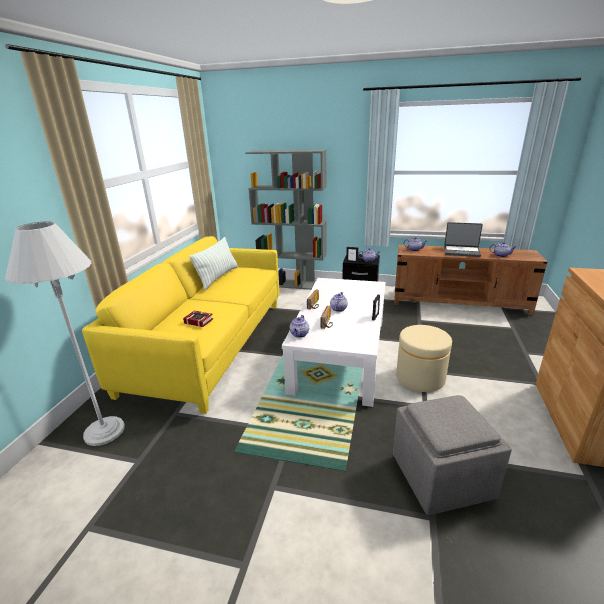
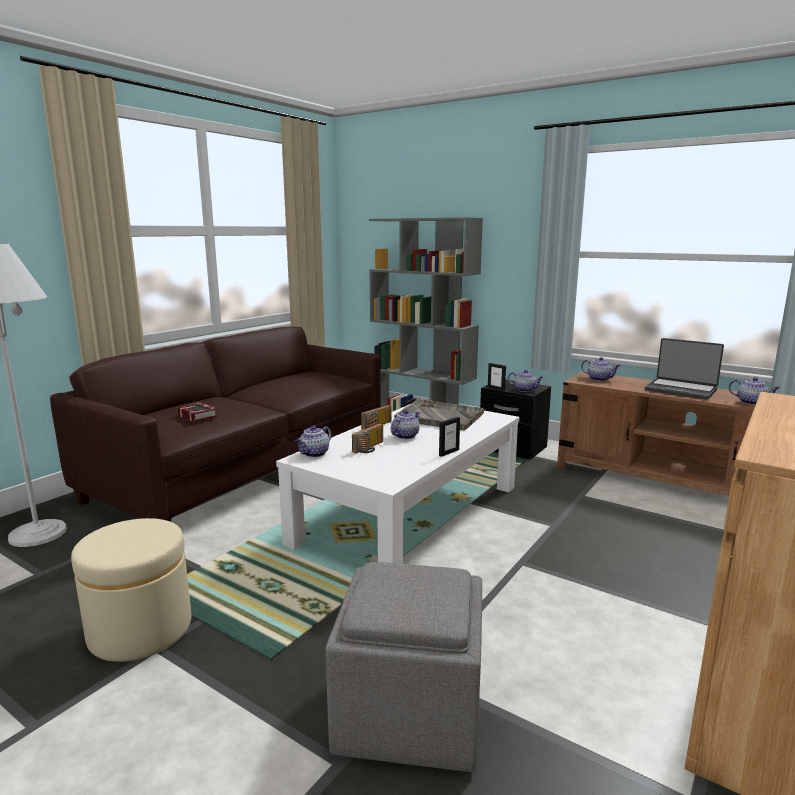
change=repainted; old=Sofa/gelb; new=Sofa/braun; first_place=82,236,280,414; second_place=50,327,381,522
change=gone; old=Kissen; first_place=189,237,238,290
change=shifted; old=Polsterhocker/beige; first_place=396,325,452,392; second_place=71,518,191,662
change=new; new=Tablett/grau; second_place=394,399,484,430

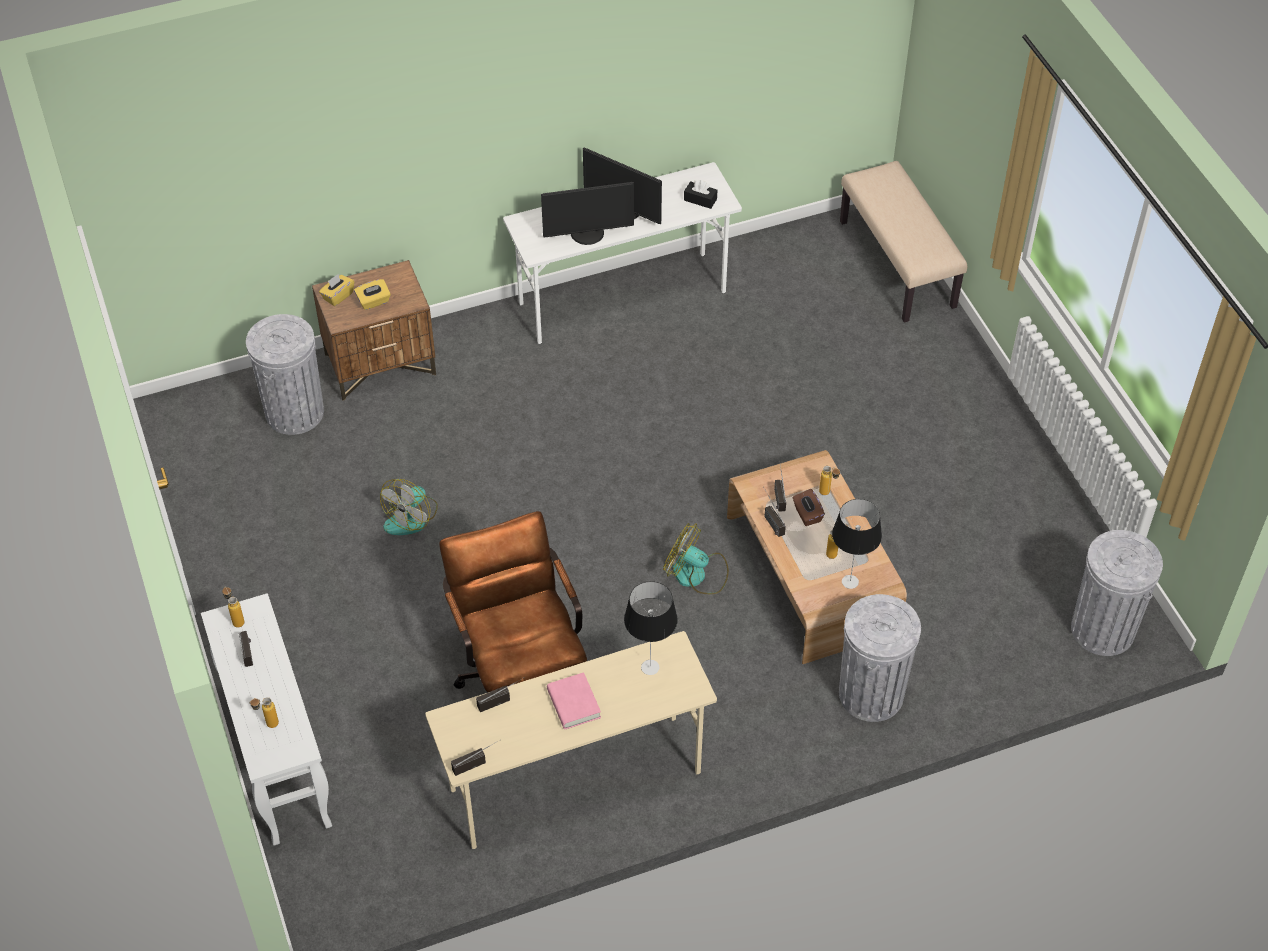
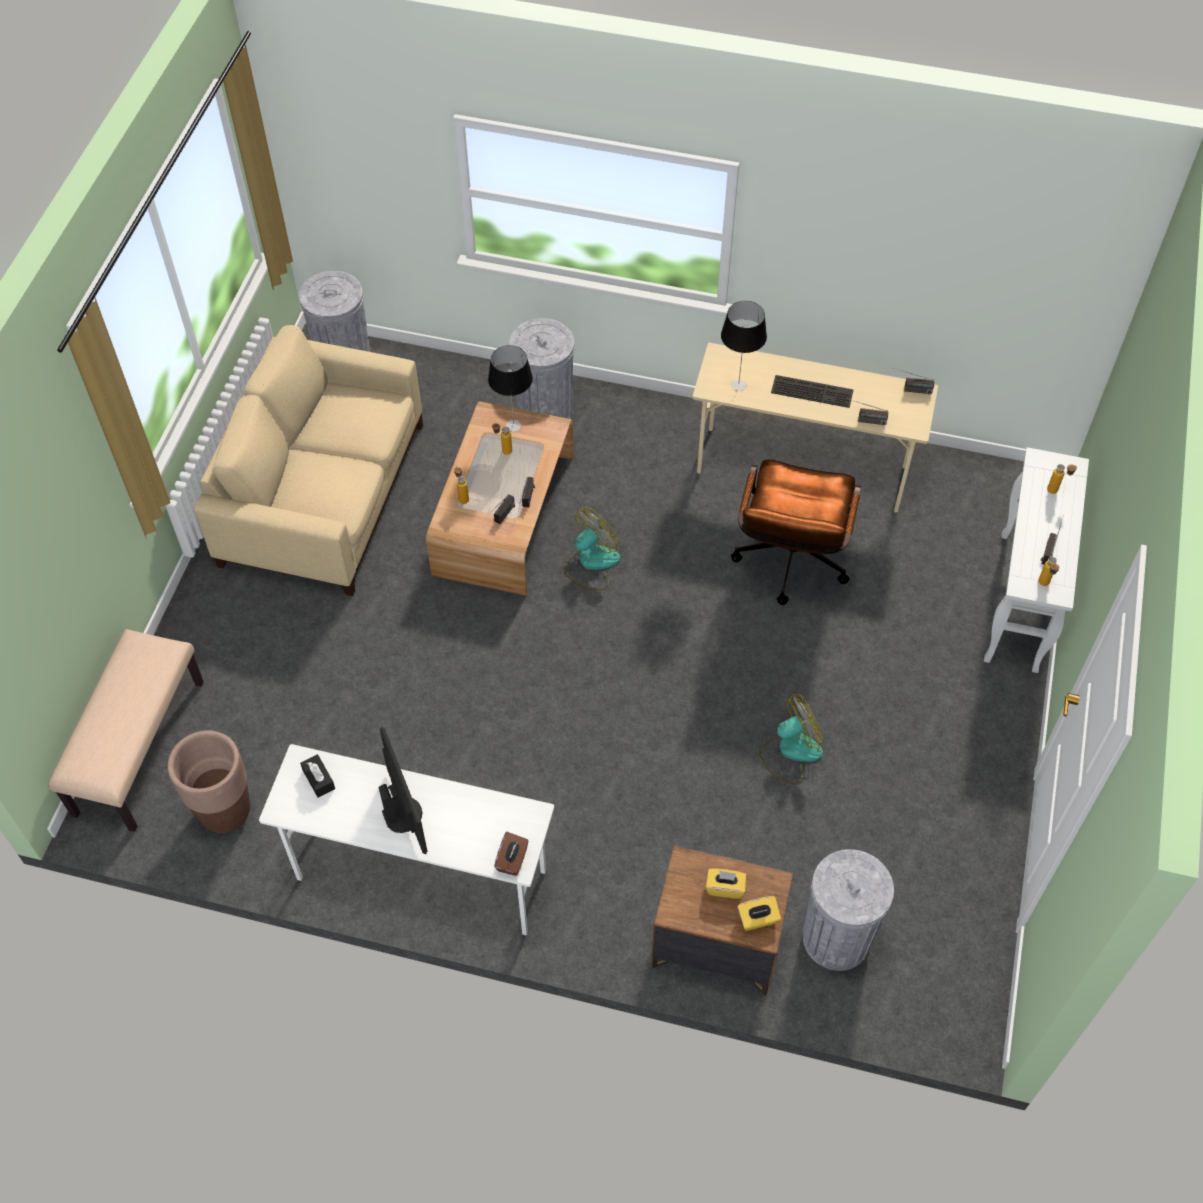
change=gone; old=Monitor; first_place=541,182,634,245
change=shifted; old=Taschentuchbox/braun; first_place=793,489,825,526; second_place=494,832,529,876
change=rotated; old=Ventilator; first_place=663,523,729,594; second_place=564,507,620,590; degrees=-105
change=swapped; old=Buch/rosa; new=Tastatur; first_place=547,672,601,729; second_place=771,375,853,408
change=new; new=Sofa/beige; second_place=194,325,423,596
change=new; new=Pflanzkübel/braun; second_place=168,730,250,833

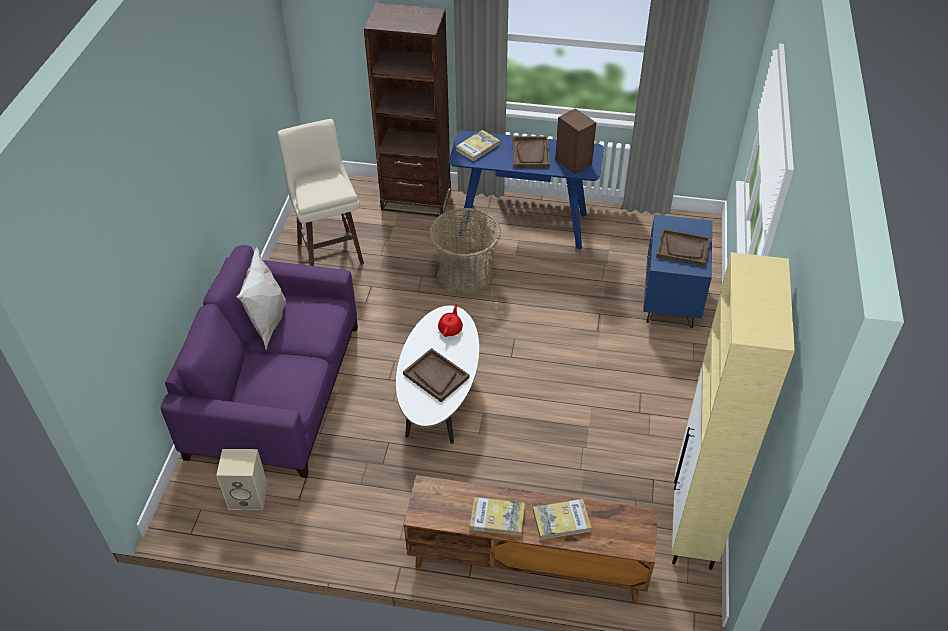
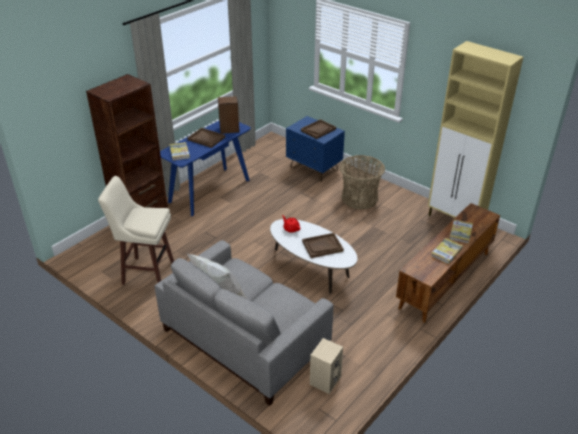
change=shifted; old=Korb; first_place=429,208,501,295; second_place=339,155,385,209
change=repainted; old=Sofa/lila; new=Sofa/grau; first_place=160,245,358,478; second_place=155,240,333,406

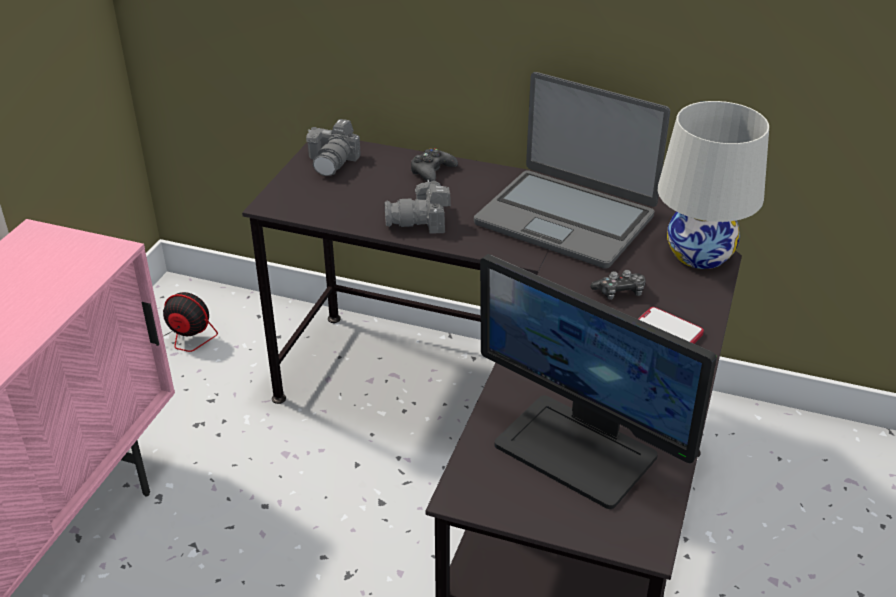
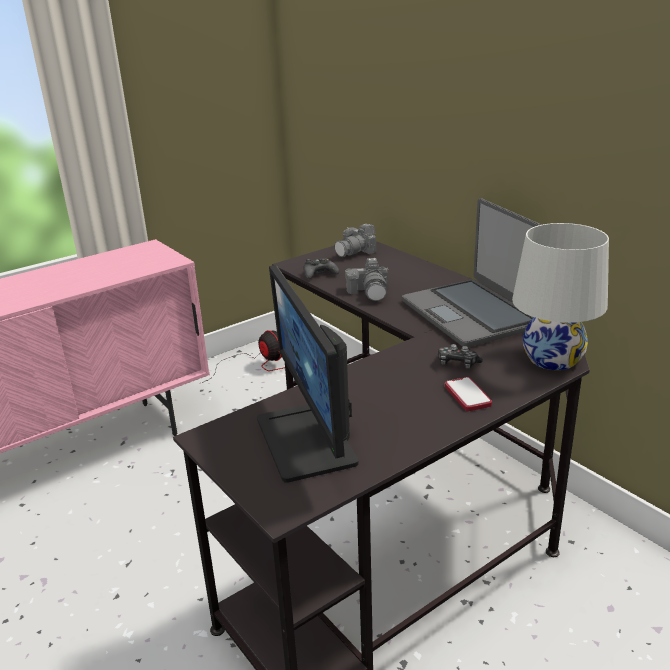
change=shifted; old=Gamepad/schwarz; first_place=411,148,458,182; second_place=303,258,339,279
change=rotated; old=Kamera; first_place=385,180,451,234; second_place=345,258,388,301; degrees=-120

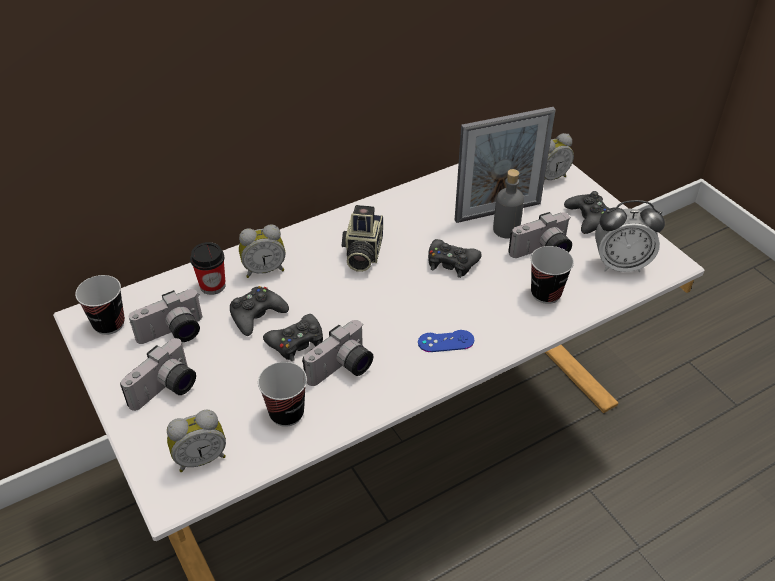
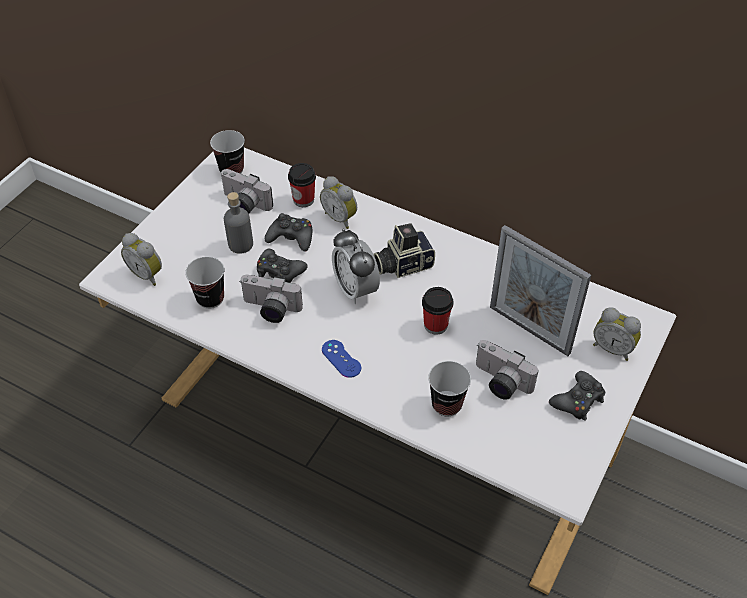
change=shifted; old=Flasche/grau; first_place=493,169,524,238; second_place=224,192,253,254
change=shifted; old=Wecker; first_place=595,200,665,272; second_place=332,229,380,304
change=swapped; old=Gamepad/schwarz; new=Tasse; first_place=428,239,482,278; second_place=422,287,454,335
change=gone; old=Kamera; first_place=120,338,196,411

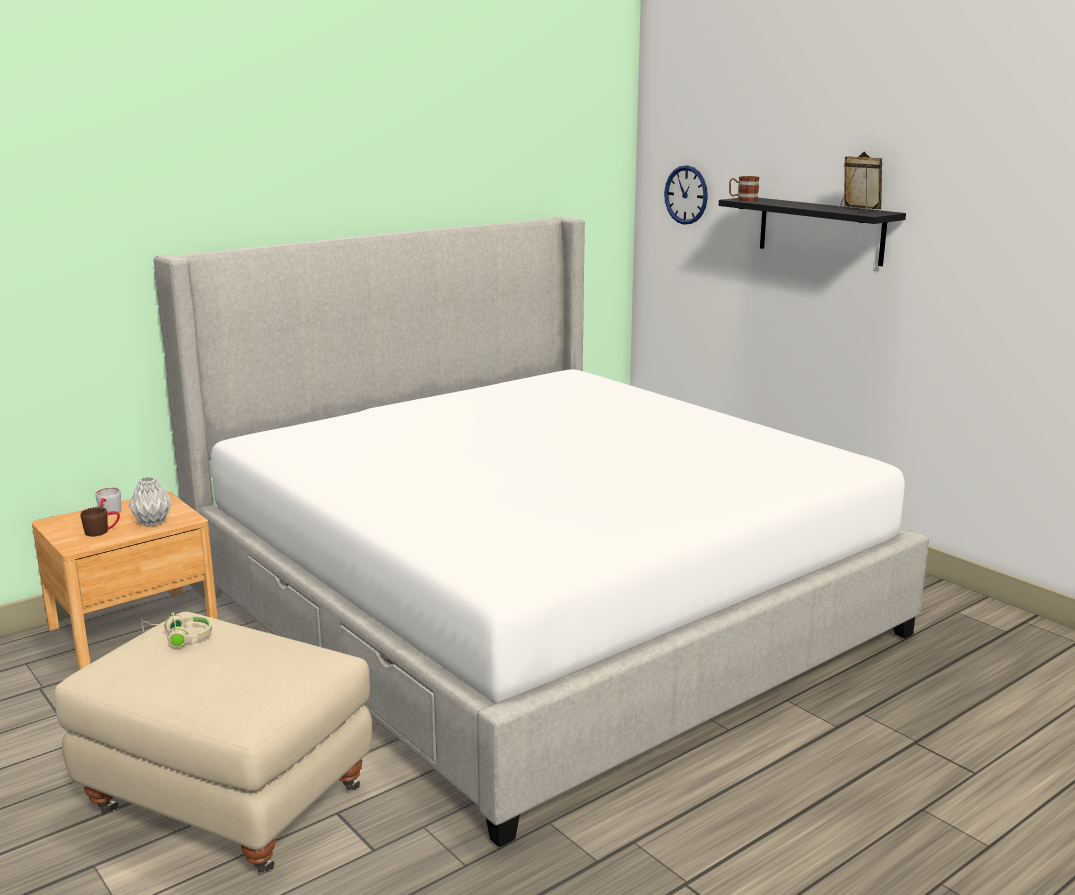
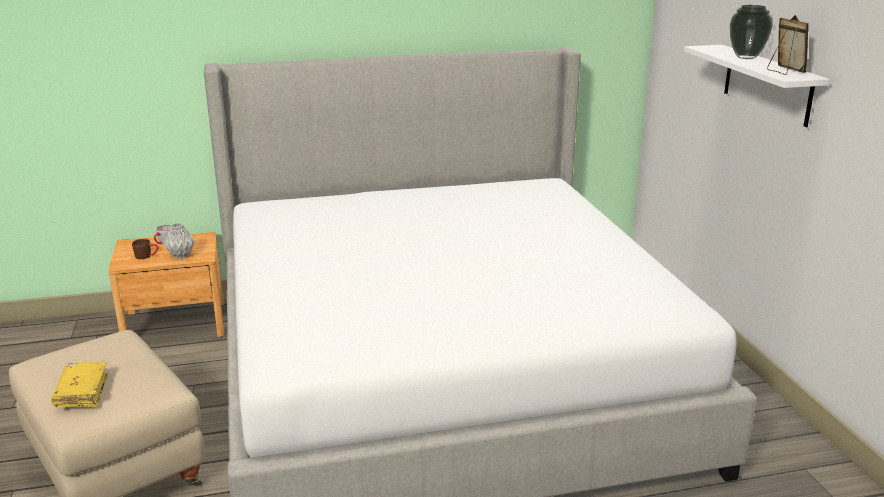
change=gone; old=Wanduhr; first_place=664,165,708,225
change=gone; old=Henkelbecher; first_place=729,176,759,201
change=repainted; old=Wandregal/schwarz; new=Wandregal/weiß; first_place=719,198,906,266; second_place=684,45,830,127
change=gone; old=Kopfhörer/beige; first_place=141,613,212,647
change=new; new=Vase; second_place=730,5,773,59
change=new; new=Buch/gelb; second_place=51,362,108,407

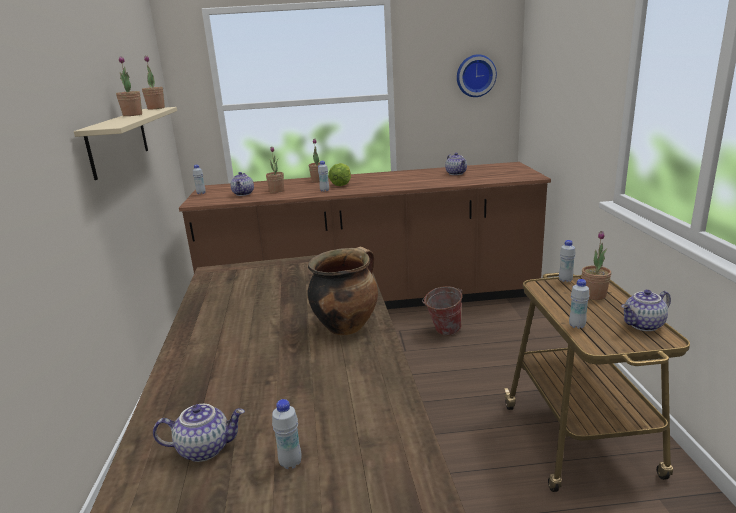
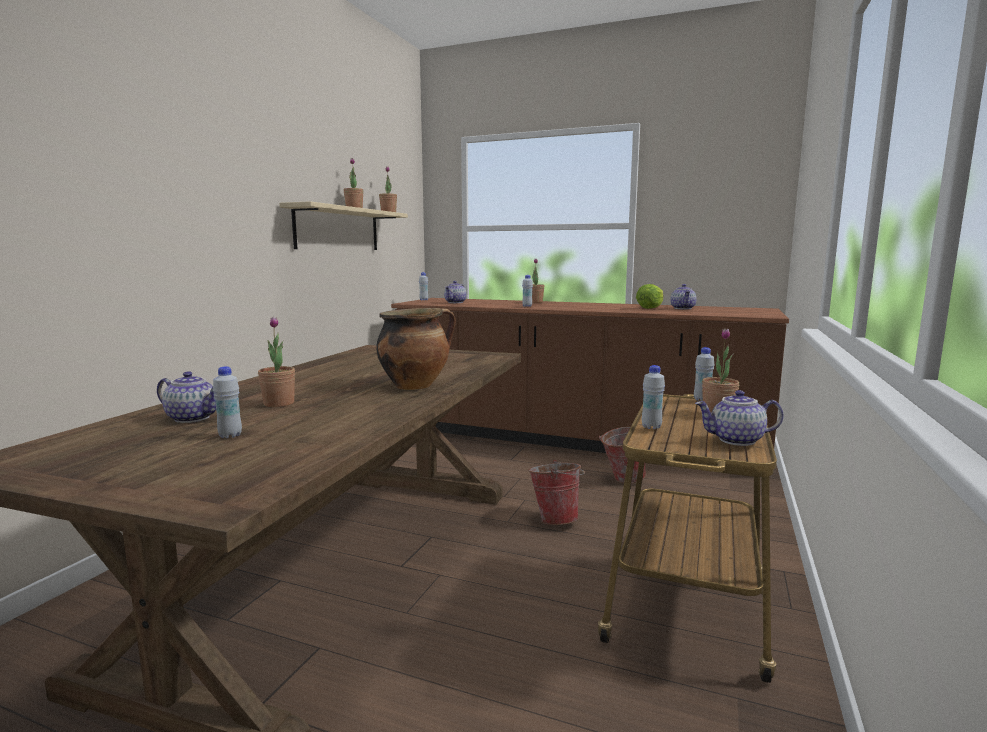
change=gone; old=Wanduhr; first_place=457,54,497,97
change=shifted; old=Topfpflanze; first_place=266,146,284,193; second_place=258,317,295,407
change=shifted; old=Salatkopf; first_place=328,163,351,186; second_place=636,284,664,309
change=new; new=Eimer; second_place=528,460,585,525

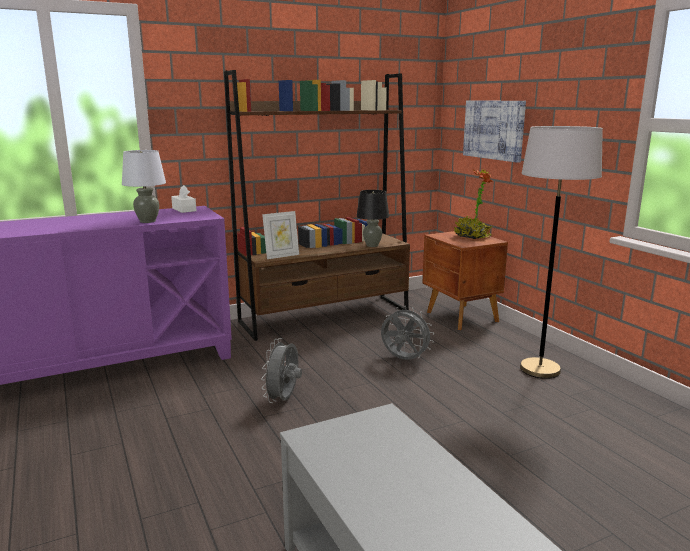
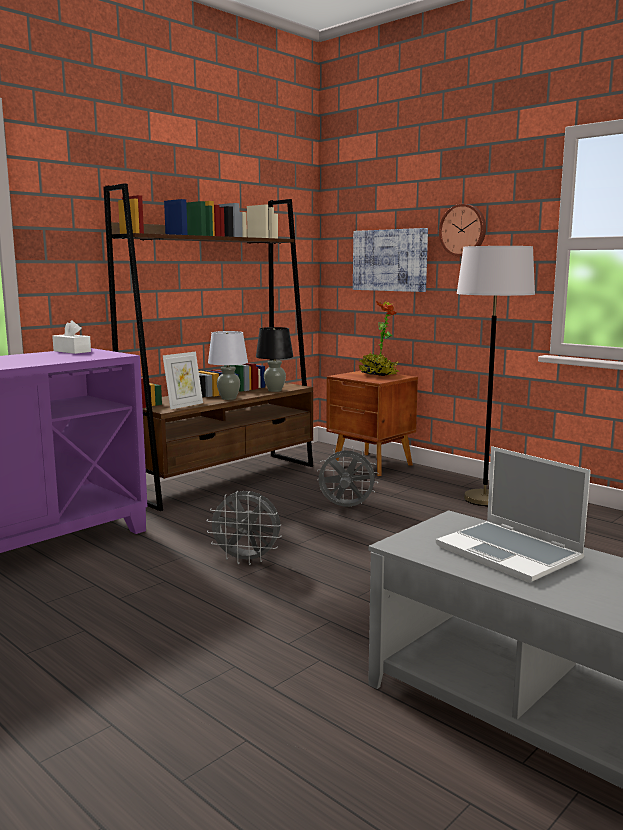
change=shifted; old=Tischlampe/grau; first_place=122,150,166,223; second_place=208,331,248,400
change=rotated; old=Ventilator/grau; first_place=261,338,302,403; second_place=207,491,282,565; degrees=-75
change=new; new=Wanduhr; second_place=439,204,486,256
change=new; new=Laptop; second_place=436,446,591,583

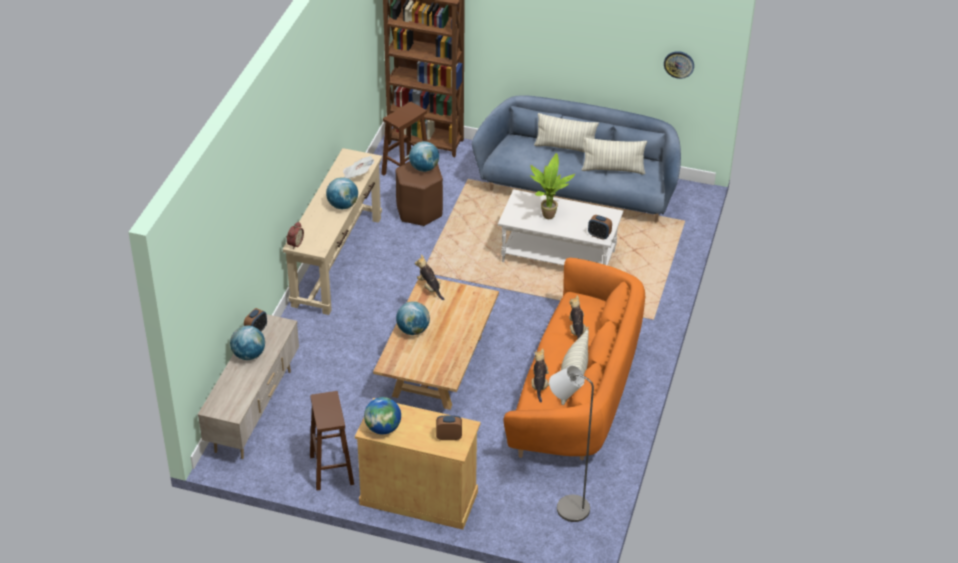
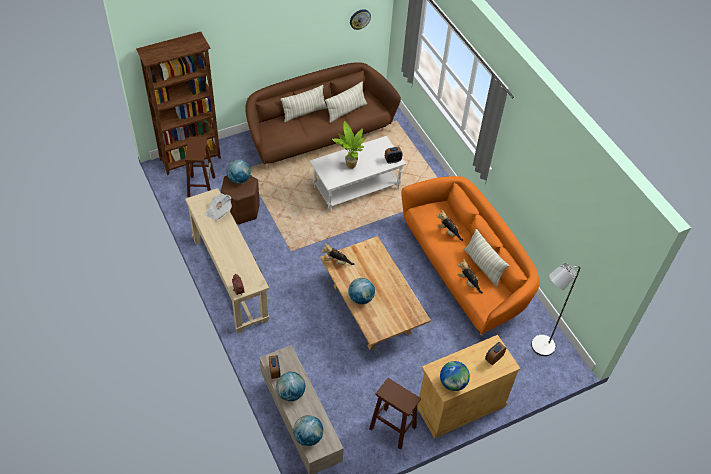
change=repainted; old=Sofa/blau; new=Sofa/braun; first_place=472,95,681,222; second_place=245,62,401,168
change=shifted; old=Globus; first_place=326,177,358,209; second_place=293,415,324,446

